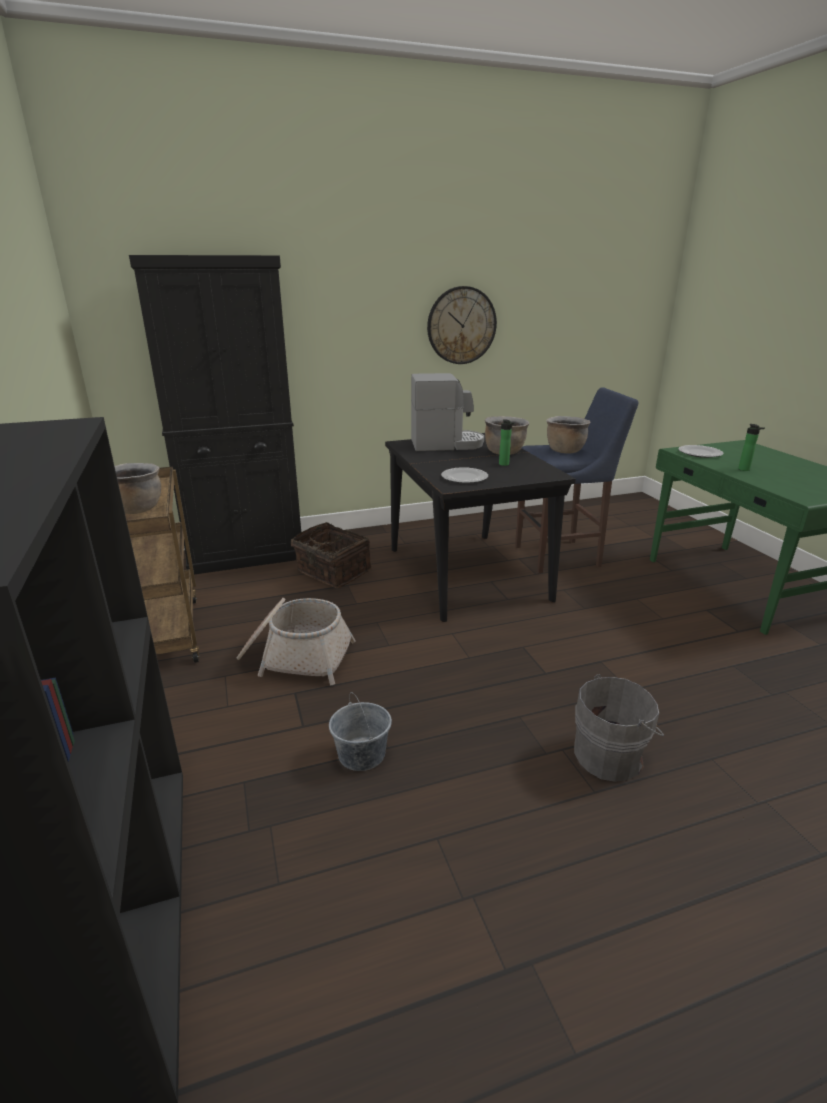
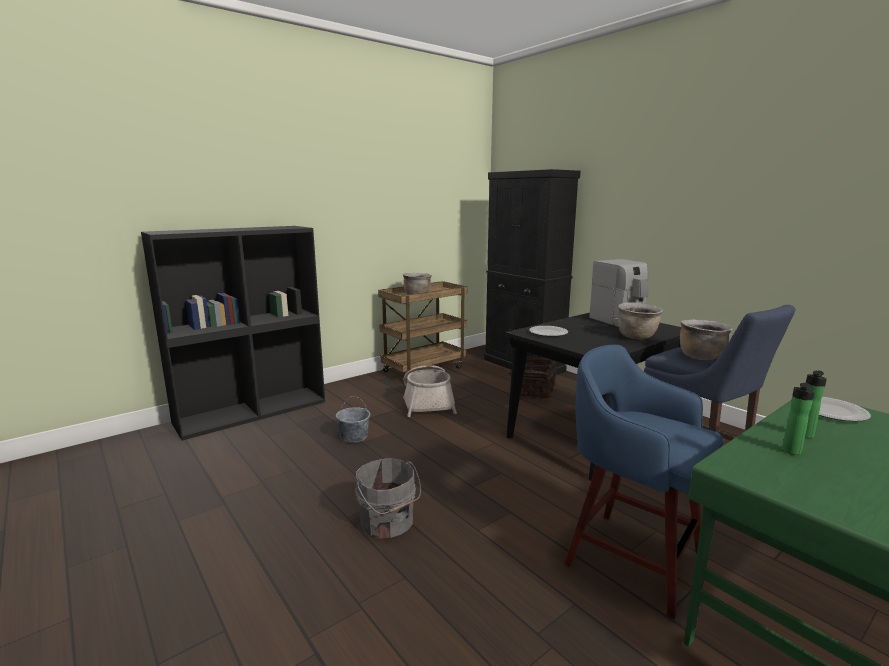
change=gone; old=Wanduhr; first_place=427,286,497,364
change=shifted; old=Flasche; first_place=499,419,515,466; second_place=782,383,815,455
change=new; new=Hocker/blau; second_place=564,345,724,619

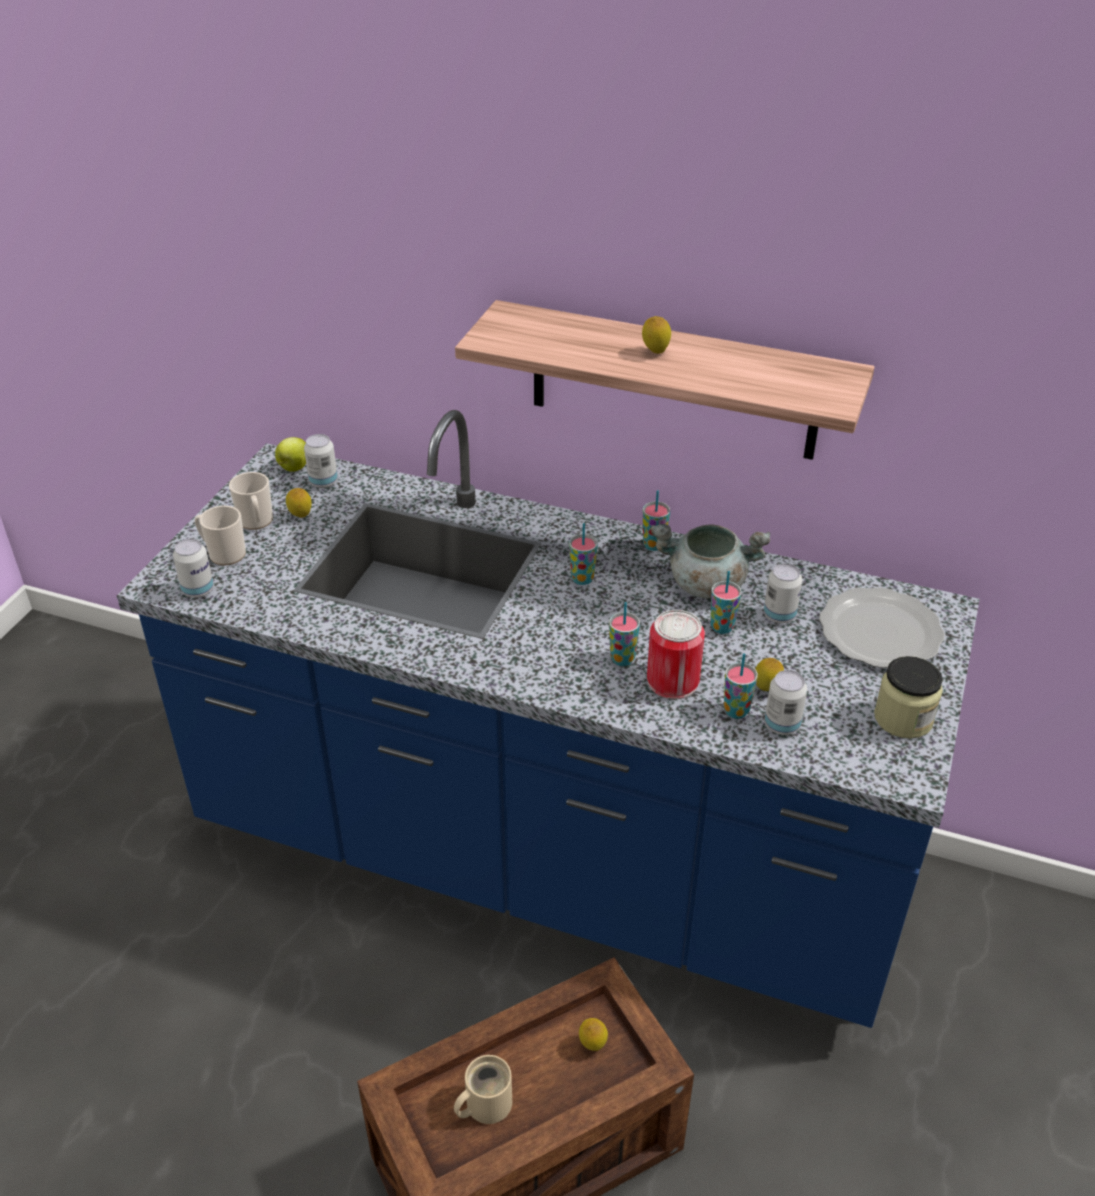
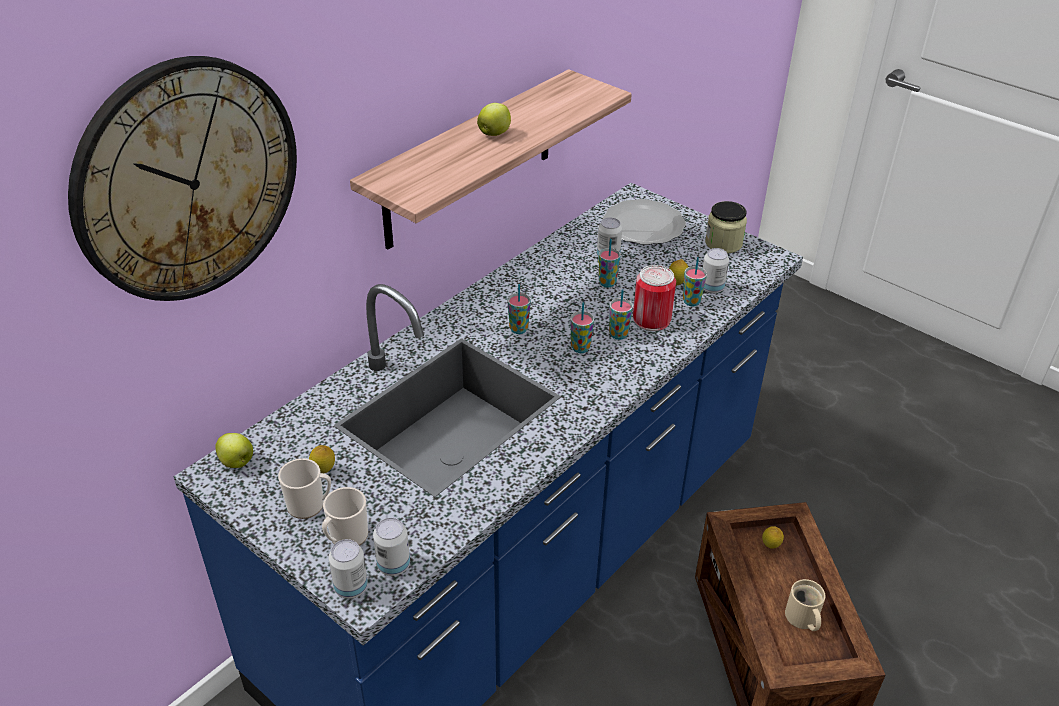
change=swapped; old=Zitrone; new=Apfel; first_place=642,316,671,354; second_place=477,103,511,136
change=shifted; old=Dose; first_place=304,434,338,488; second_place=329,539,368,599
change=shifted; old=Tasse; first_place=643,490,670,551; second_place=570,302,594,353
change=gone; old=Kochtopf/grau; first_place=651,524,770,599
change=new; new=Wanduhr; second_place=68,56,297,301

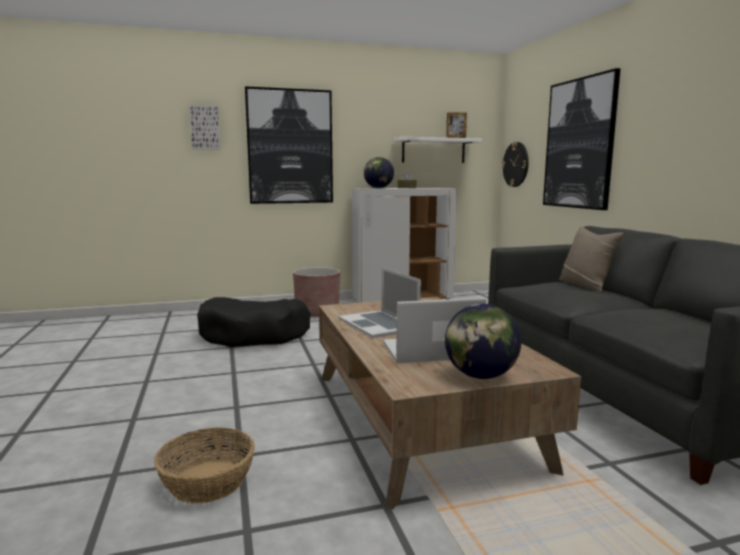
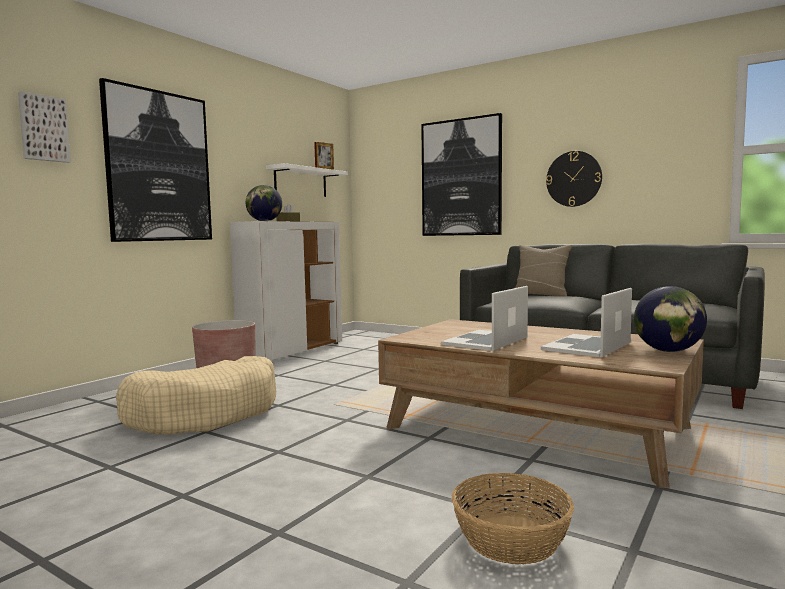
change=shifted; old=Wanduhr; first_place=501,142,529,187; second_place=546,151,602,207
change=rotated; old=Laptop; first_place=339,267,421,338; second_place=441,286,528,351; degrees=105
change=repainted; old=Hundebett/schwarz; new=Hundebett/beige; first_place=197,297,311,347; second_place=116,356,276,435

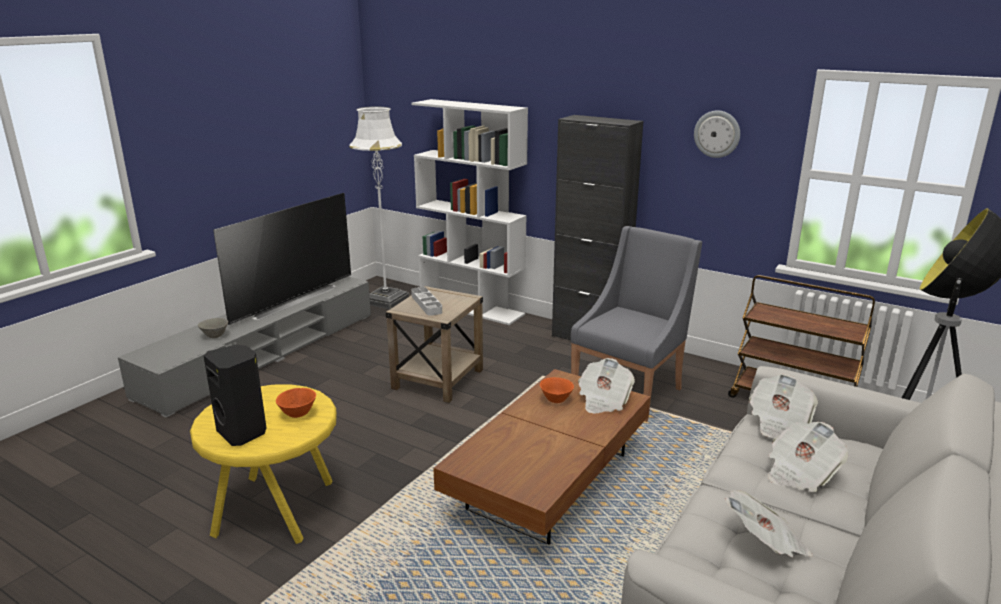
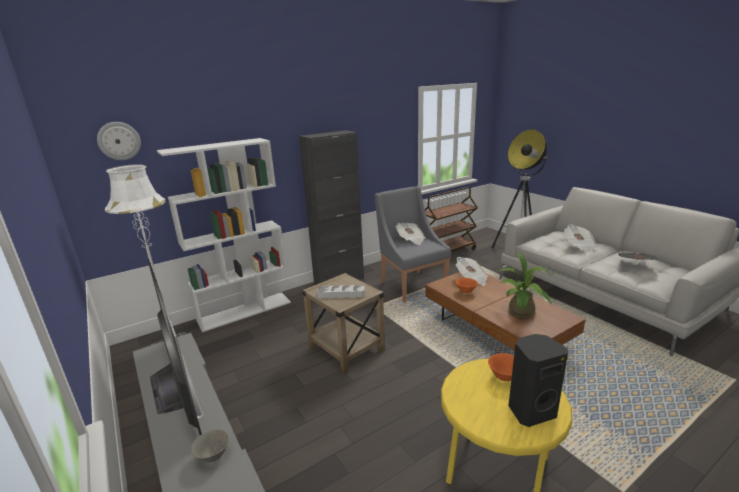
change=shifted; old=Wanduhr; first_place=694,110,740,158; second_place=97,122,141,160
change=shifted; old=Zeitung; first_place=749,374,818,438; second_place=396,223,426,245
change=new; new=Topfpflanze; second_place=497,252,553,319

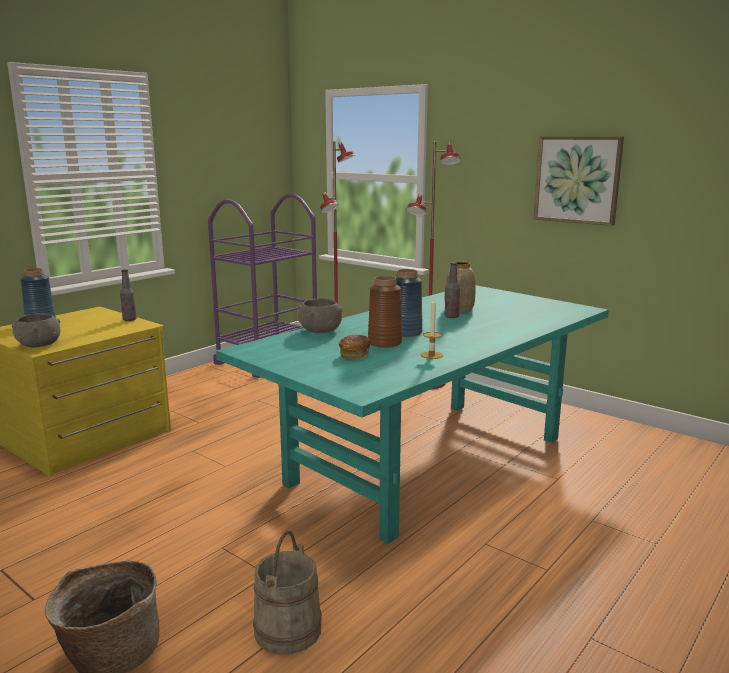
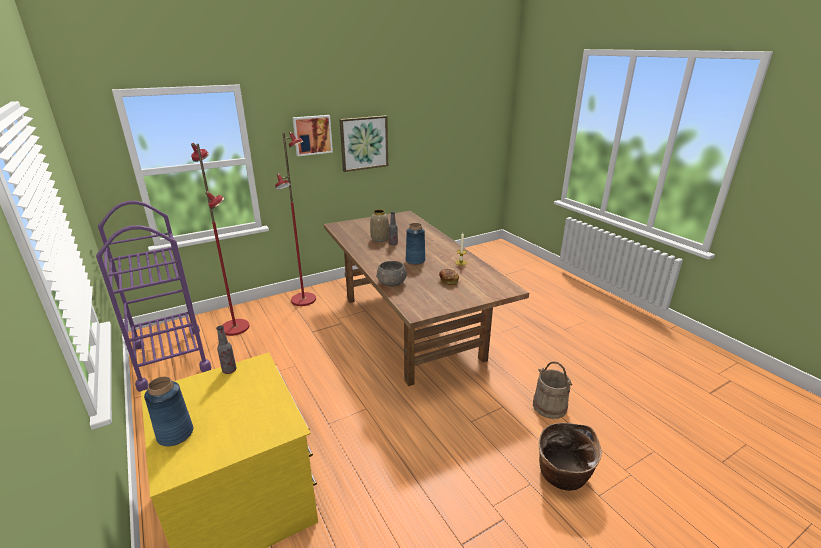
change=gone; old=Vase/braun; first_place=368,276,402,348
change=repainted; old=Esstisch/türkis; new=Esstisch/braun; first_place=216,285,609,544; second_place=324,211,529,386
change=gone; old=Schüssel/grau; first_place=12,313,61,347
change=new; new=Bild; second_place=292,115,333,156

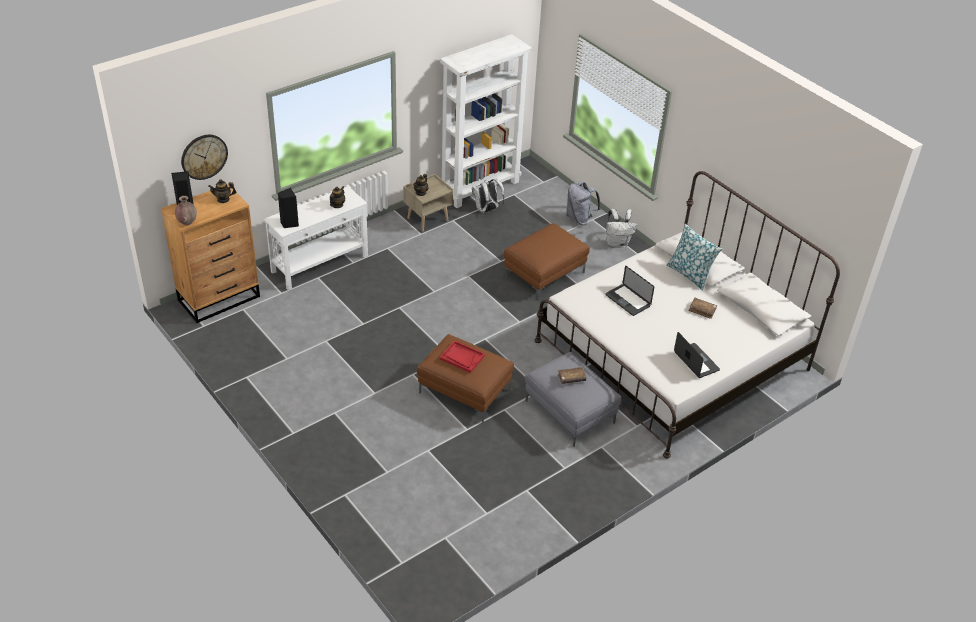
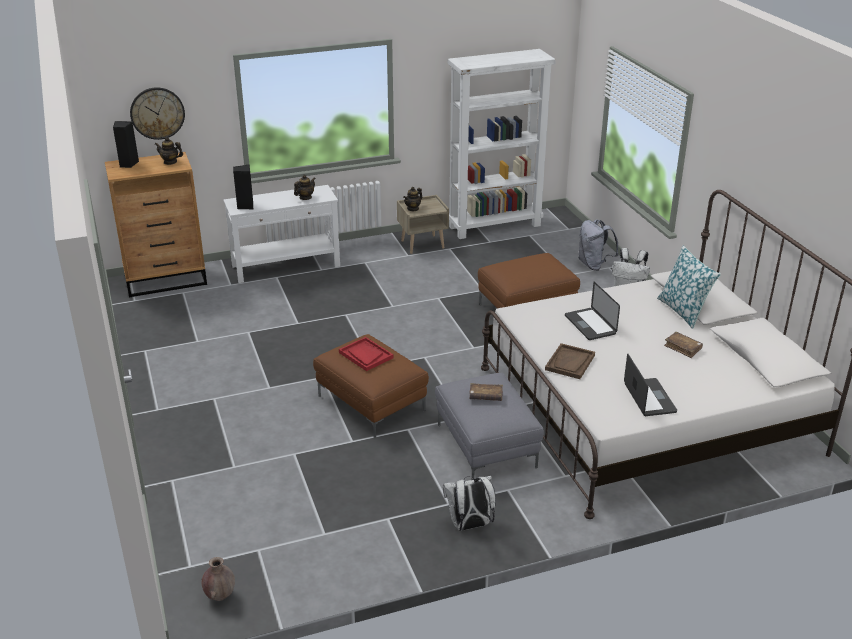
change=shifted; old=Rucksack/weiß; first_place=472,179,505,213; second_place=443,476,496,531
change=shifted; old=Vase/braun; first_place=175,196,197,225; second_place=202,557,235,601
change=new; new=Tablett/braun; second_place=545,343,595,379

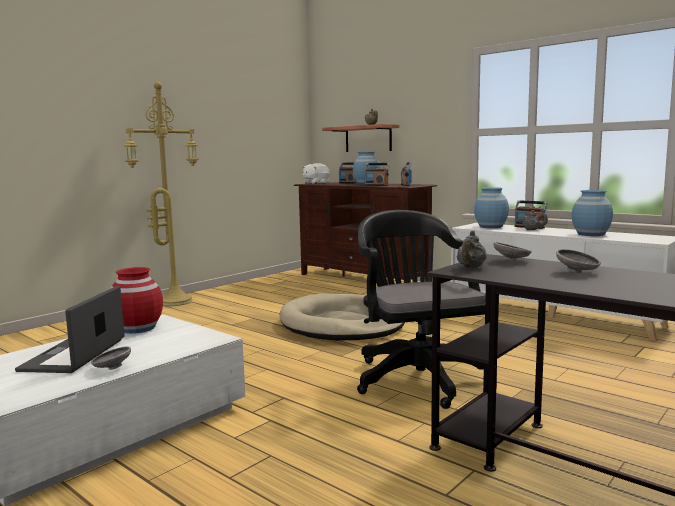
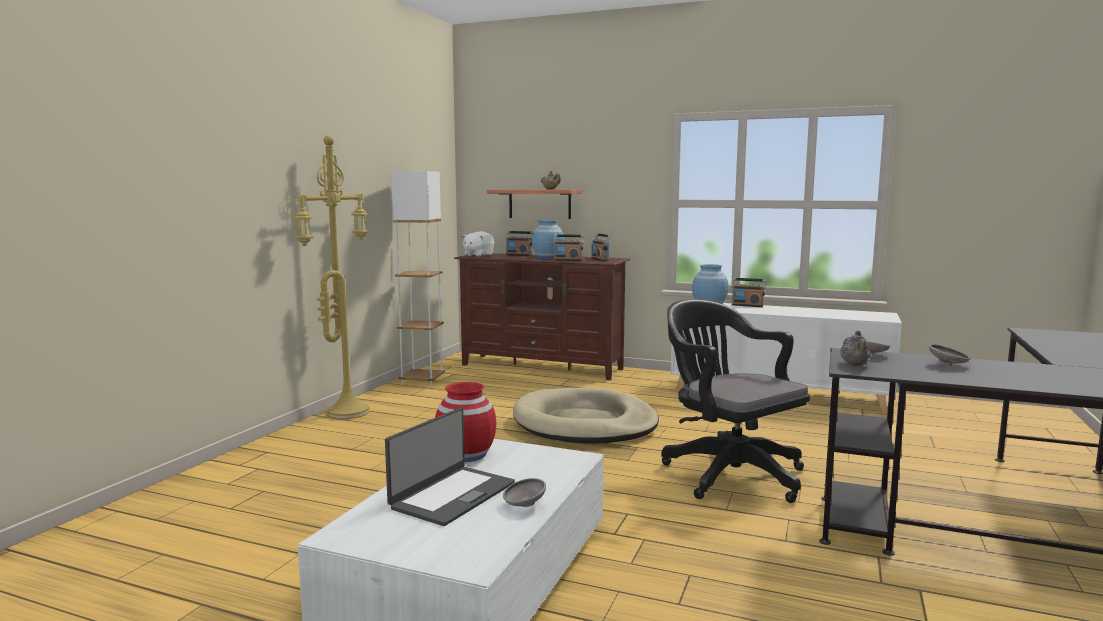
change=gone; old=Vase/blau; first_place=572,190,613,236
change=gone; old=Teekanne/grau; first_place=518,210,548,230
change=rotated; old=Laptop; first_place=15,286,125,373; second_place=385,408,515,526; degrees=-135
change=new; new=Stehlampe/weiß; second_place=391,171,445,386

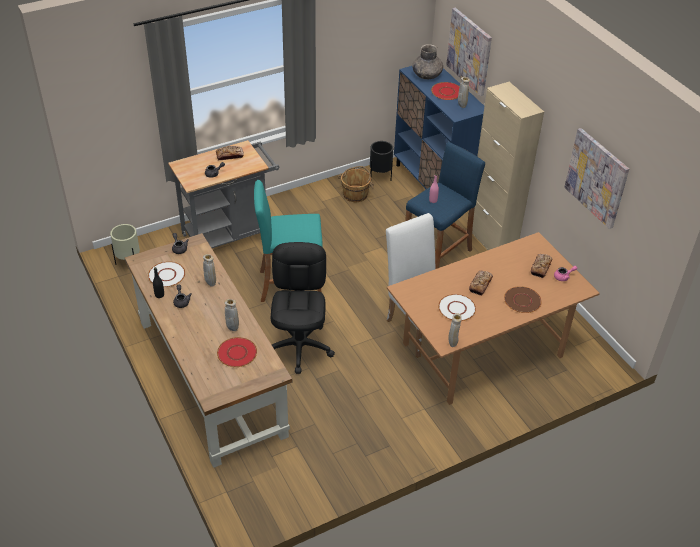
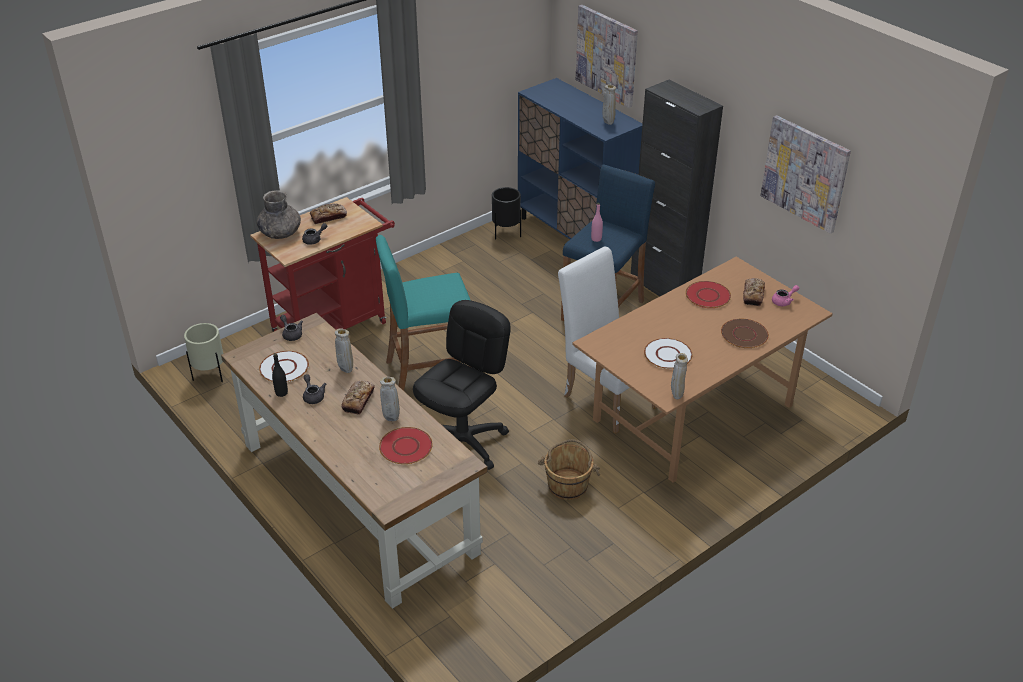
change=shifted; old=Vase/grau; first_place=412,44,443,79; second_place=257,190,301,239
change=shifted; old=Teller/rot; first_place=431,82,460,100; second_place=685,281,731,308
change=repainted; old=Schrank/beige; new=Schrank/schwarz; first_place=472,82,544,250; second_place=631,80,723,296
change=repainted; old=Rollwagen/grau; new=Rollwagen/rot; first_place=168,140,279,248; second_place=250,197,395,332
change=shifted; old=Eimer/braun; first_place=338,166,374,202; second_place=538,439,600,500
change=rotated; old=Bürostuhl/schwarz; first_place=271,242,335,374; second_place=413,300,511,470; degrees=45
change=shifted; old=Brot; first_place=469,271,493,296; second_place=341,381,375,415

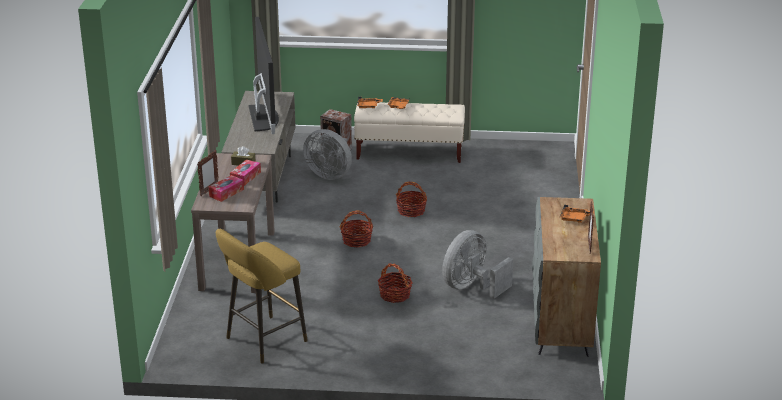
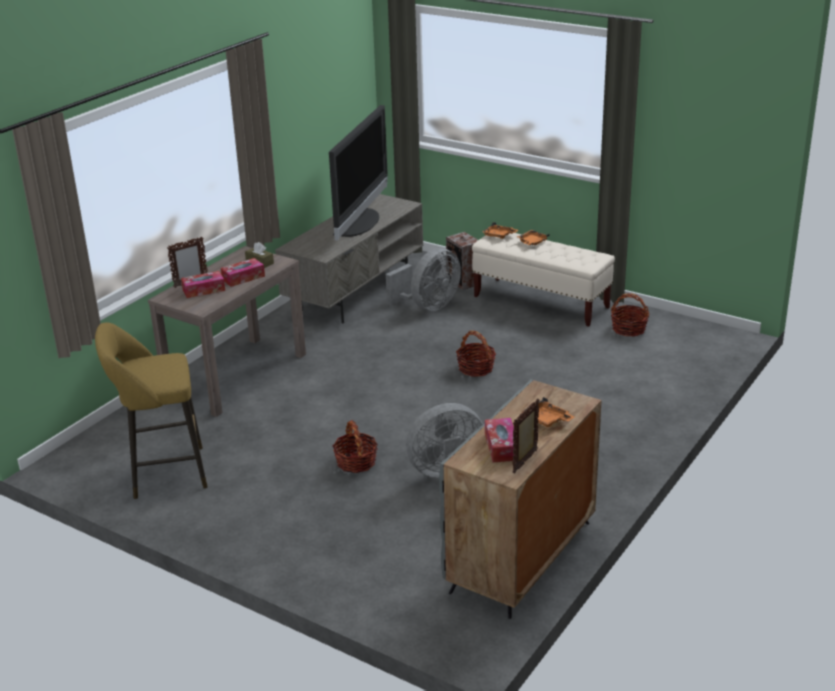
change=rotated; old=Ventilator/grau; first_place=303,129,352,180; second_place=386,248,461,311; degrees=-105
change=shifted; old=Korb; first_place=339,211,373,248; second_place=611,293,649,337
change=new; new=Taschentuchbox; second_place=485,418,514,462

